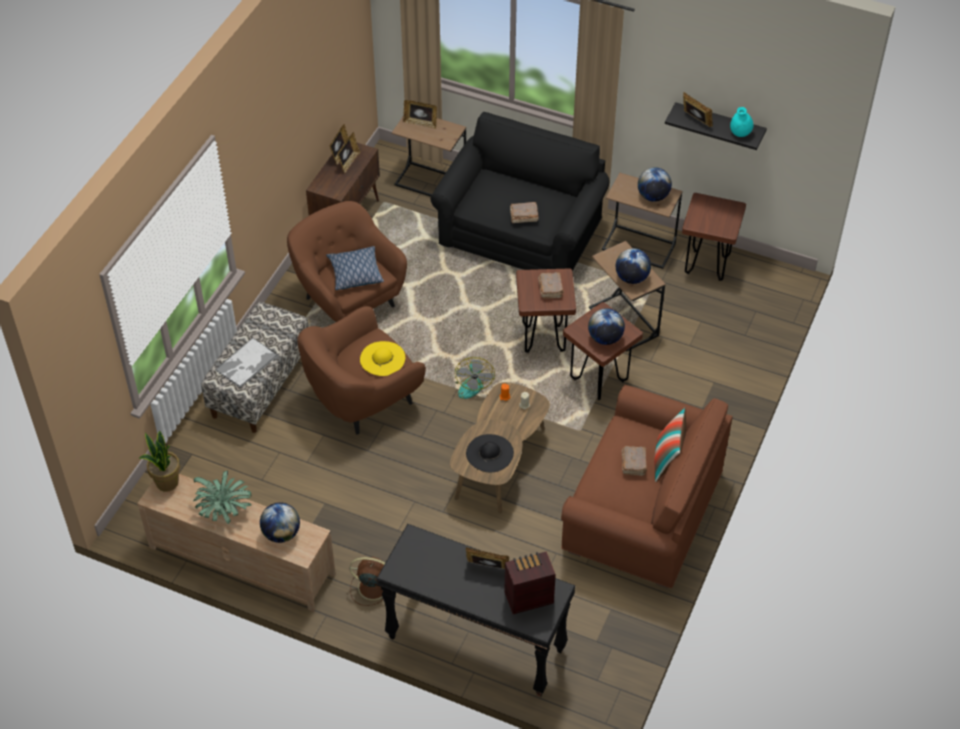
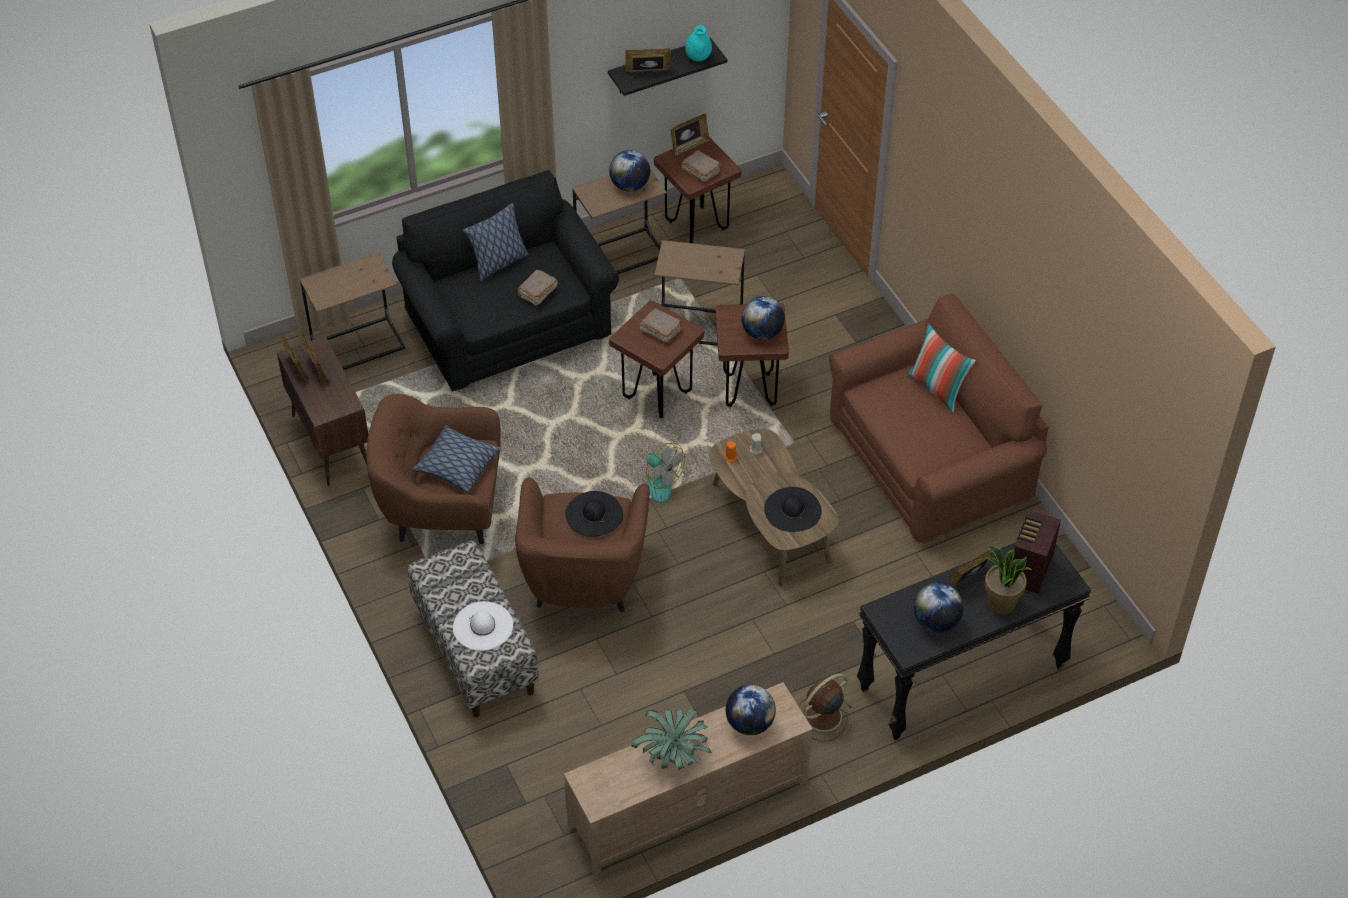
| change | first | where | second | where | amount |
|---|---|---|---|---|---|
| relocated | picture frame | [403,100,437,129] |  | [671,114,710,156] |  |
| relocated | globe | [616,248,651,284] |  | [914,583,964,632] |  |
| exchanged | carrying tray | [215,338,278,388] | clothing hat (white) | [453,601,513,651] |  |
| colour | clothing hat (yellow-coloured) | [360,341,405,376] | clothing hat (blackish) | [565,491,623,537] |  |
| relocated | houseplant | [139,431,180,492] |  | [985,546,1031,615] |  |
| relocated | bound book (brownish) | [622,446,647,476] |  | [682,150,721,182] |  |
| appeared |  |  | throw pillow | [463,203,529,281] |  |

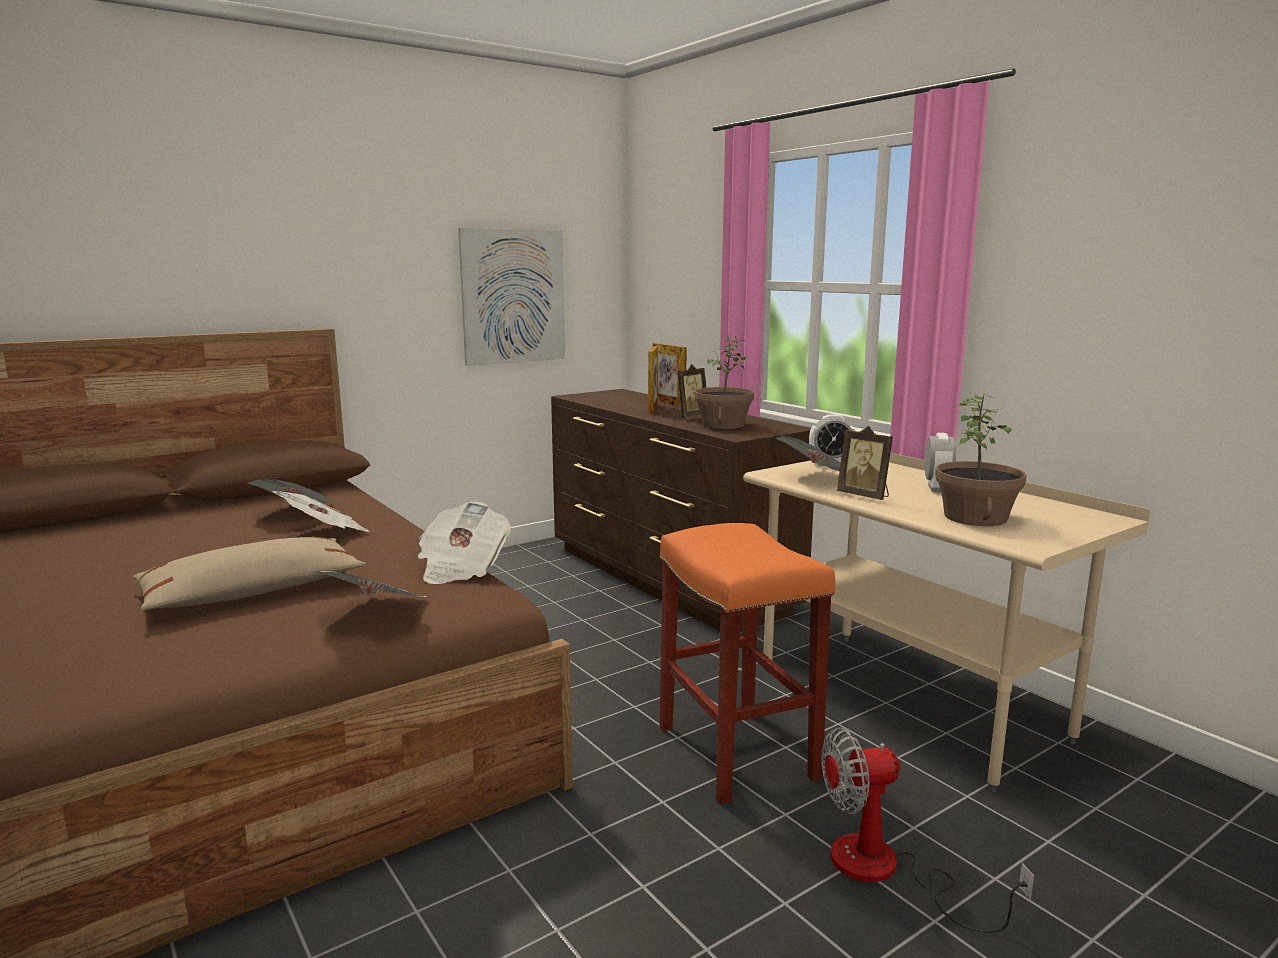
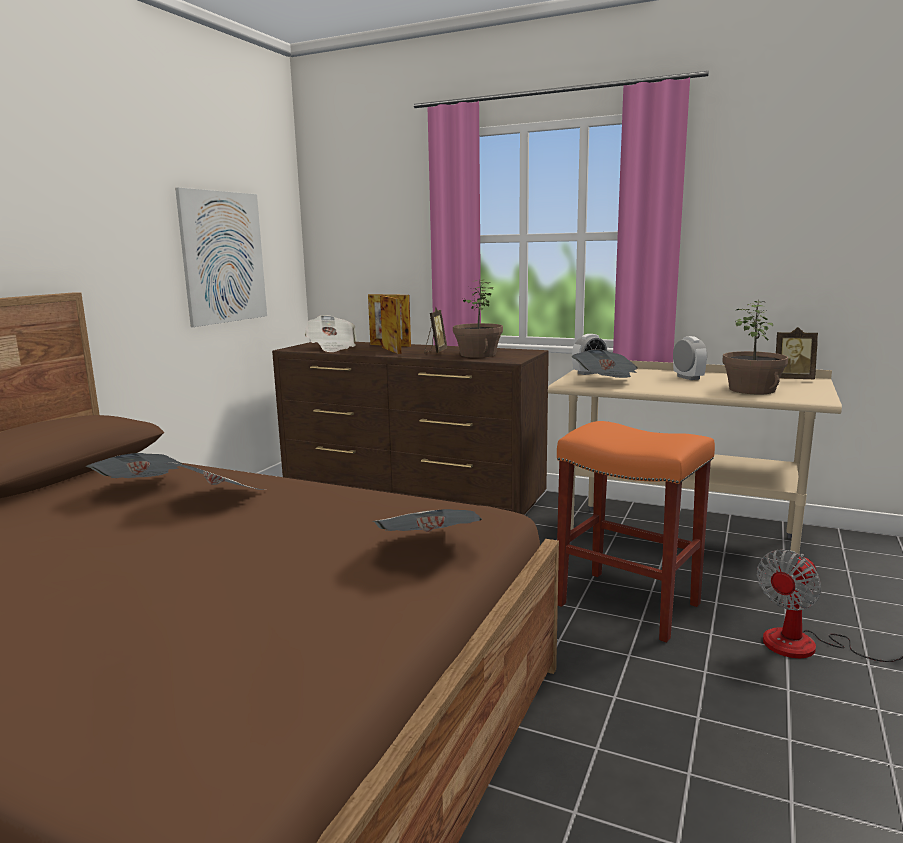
| change | first | where | second | where | amount |
|---|---|---|---|---|---|
| relocated | picture frame | [837,426,893,500] |  | [776,327,818,379] |  |
| relocated | printed paper | [418,502,511,584] |  | [305,315,356,352] |  |
| missing | throw pillow (sand-coloured) | [133,537,366,611] |  |  |  |

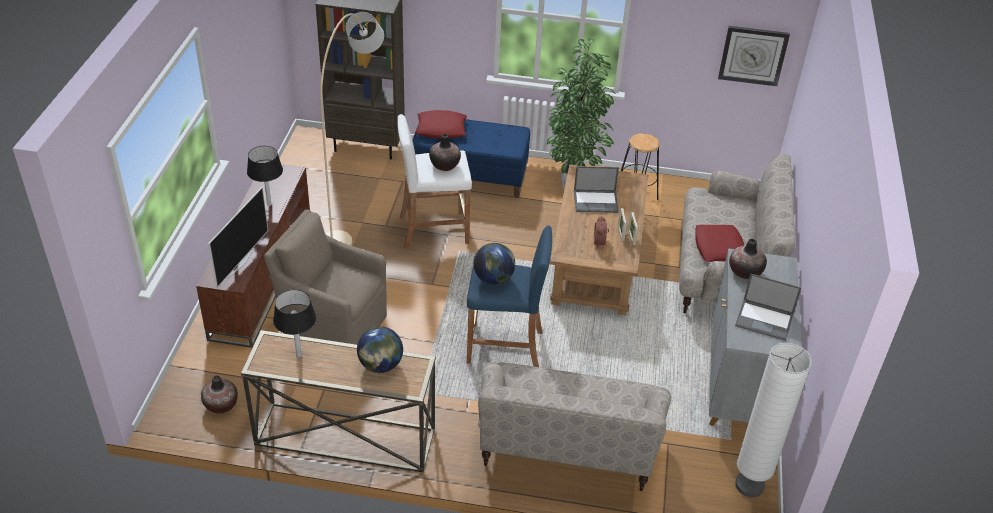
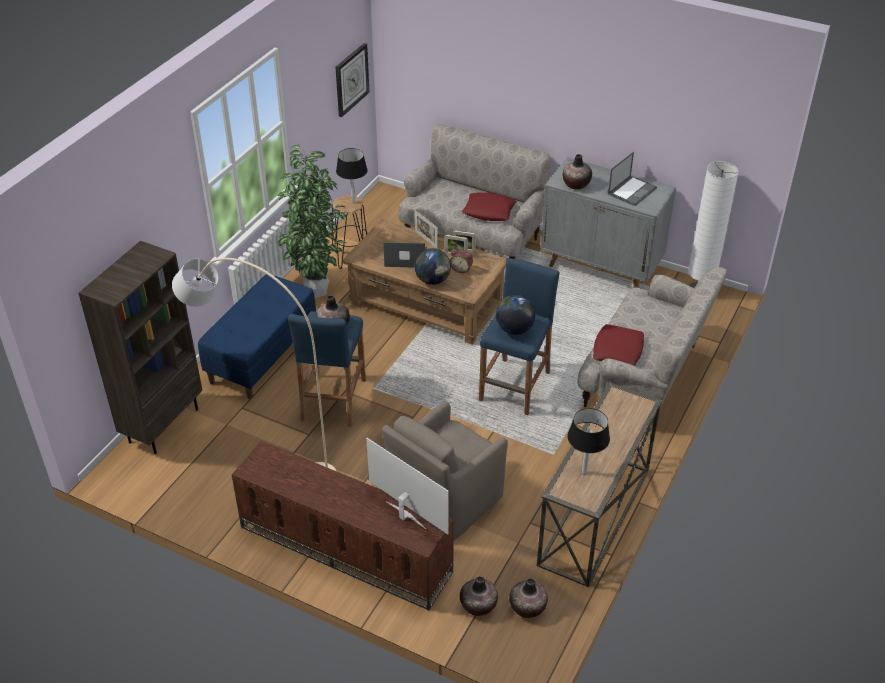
| change | first | where | second | where | amount |
|---|---|---|---|---|---|
| relocated | throw pillow (reddish) | [415,110,467,138] |  | [593,324,644,366] |  |
| colour | stool seat (white) | [397,114,472,248] | stool seat (blue-coloured) | [288,311,366,427] |  |
| relocated | lamp for a table (blackish) | [247,146,283,206] |  | [336,148,368,204] |  |
| spun | portable computer | [574,166,619,213] |  | [383,242,427,268] | 105 degrees counterclockwise |
| relocated | globe | [357,327,403,373] |  | [415,248,451,285] |  |
| appeared |  |  | picture frame | [415,211,438,249] |  |
| appeared |  |  | flower vase | [460,576,498,616] |  |

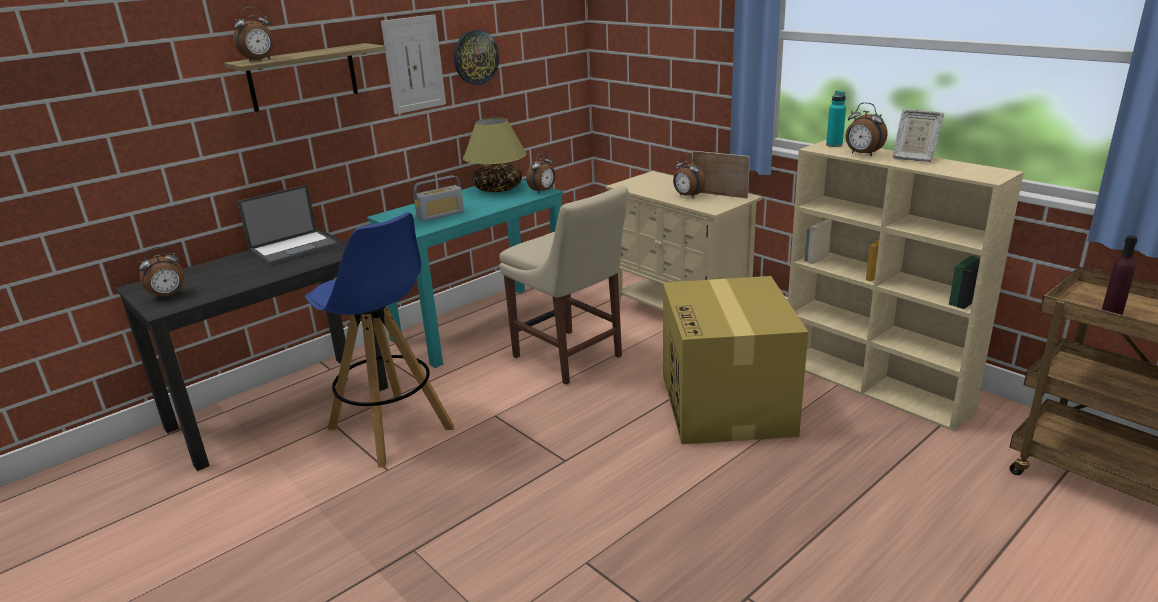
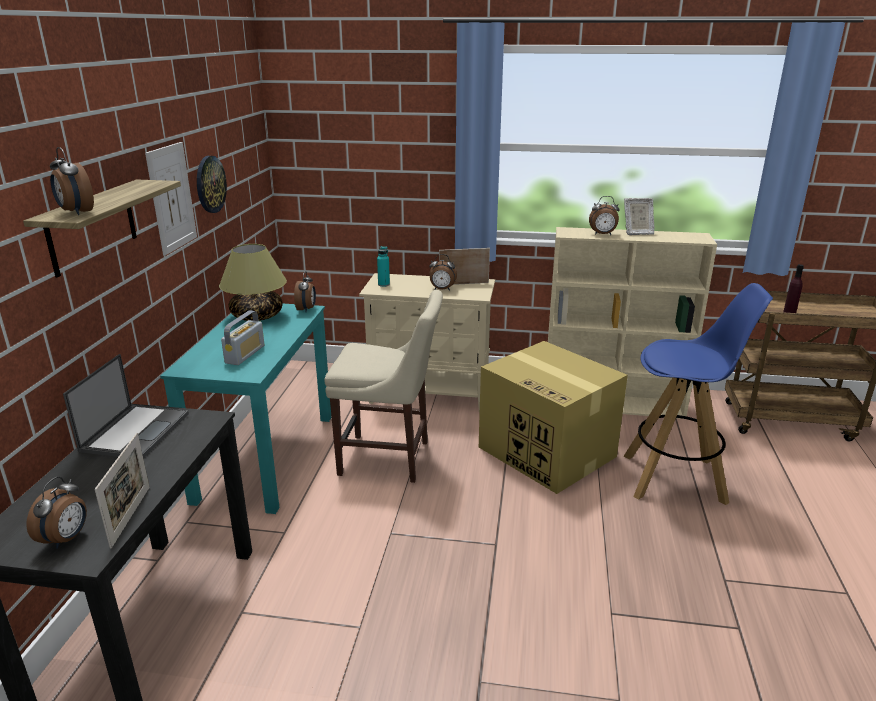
| change | first | where | second | where | amount |
|---|---|---|---|---|---|
| spun | alarm clock | [233,7,274,62] |  | [50,147,94,215] | 120 degrees clockwise |
| relocated | bottle (blue-green) | [826,91,846,147] |  | [377,246,390,287] |  |
| relocated | stool seat (blue-coloured) | [305,212,454,468] |  | [623,283,773,505] |  |
| appeared |  |  | picture frame | [95,433,150,548] |  |

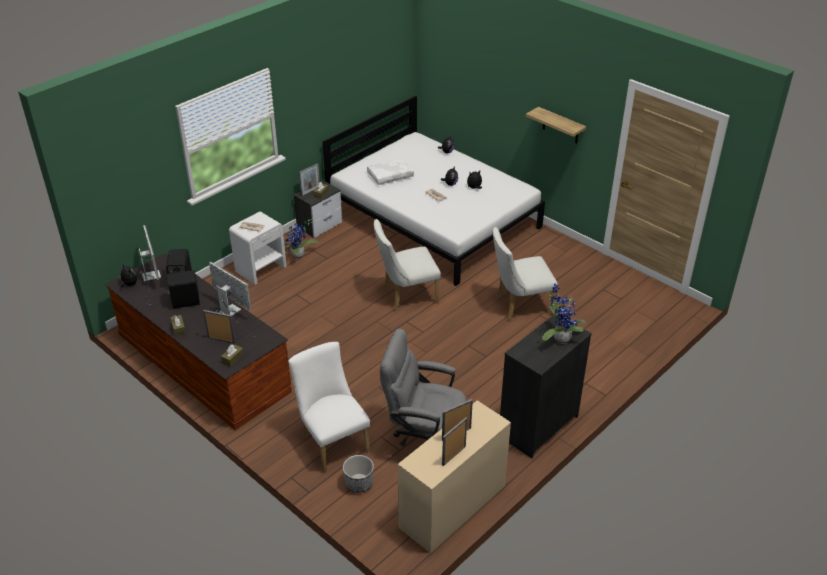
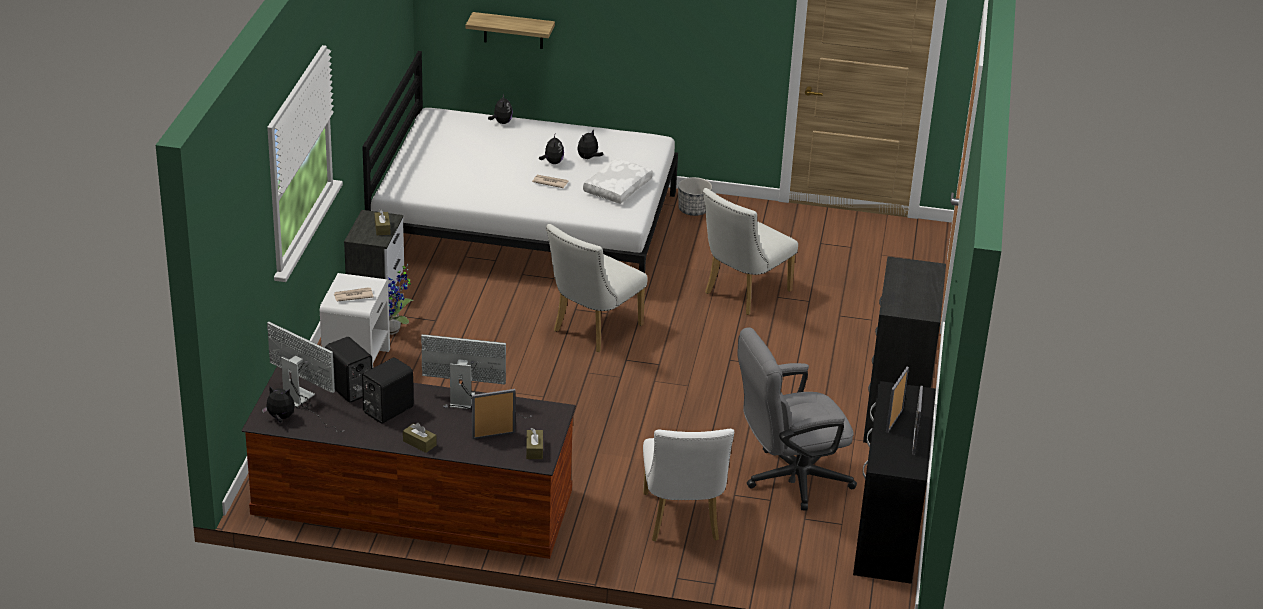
| change | first | where | second | where | amount |
|---|---|---|---|---|---|
| relocated | shelf | [526,107,586,144] |  | [466,12,555,49] |  |
| relocated | throw pillow (white) | [367,158,414,185] |  | [583,158,653,204] |  |
| missing | picture frame | [299,163,320,196] |  |  |  |
| missing | houseplant | [542,283,586,344] |  |  |  |
| spun | plain chair (white) | [288,342,370,472] |  | [643,429,734,541] | 120 degrees counterclockwise |
| colour | desk (sand-coloured) | [398,400,511,553] | desk (blackish) | [853,381,936,584] |  |
| relocated | plant pot | [343,455,374,493] |  | [678,177,712,216] |  |

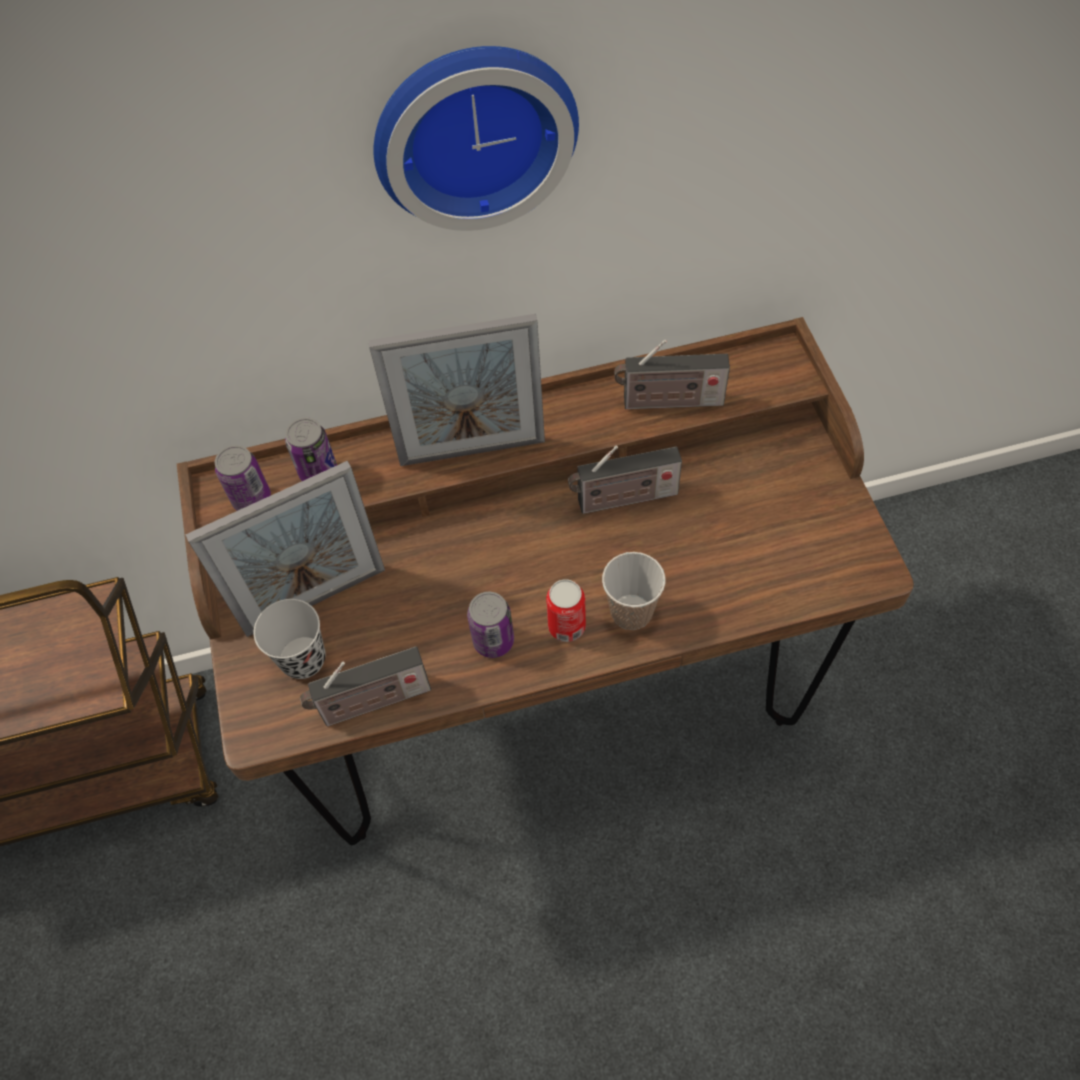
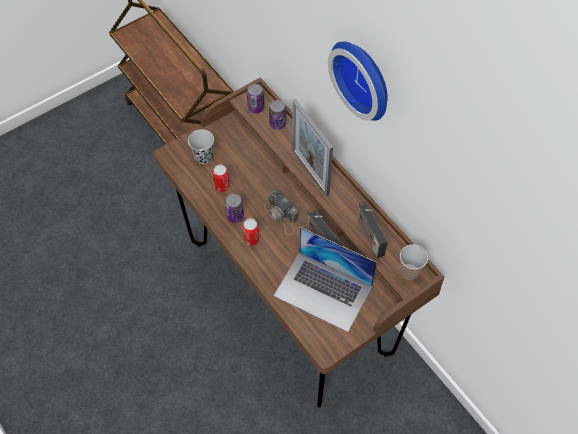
| change | first | where | second | where | amount |
|---|---|---|---|---|---|
| missing | picture frame | [185,461,385,637] |  |  |  |
| relocated | drinking cup | [602,552,665,630] |  | [400,244,428,280] |  |
| missing | radio receiver | [300,646,431,726] |  |  |  |
| appeared |  |  | can | [212,165,230,192] |  |
| appeared |  |  | still camera | [264,191,298,235] |  |
| appeared |  |  | portable computer | [274,227,377,332] |  |

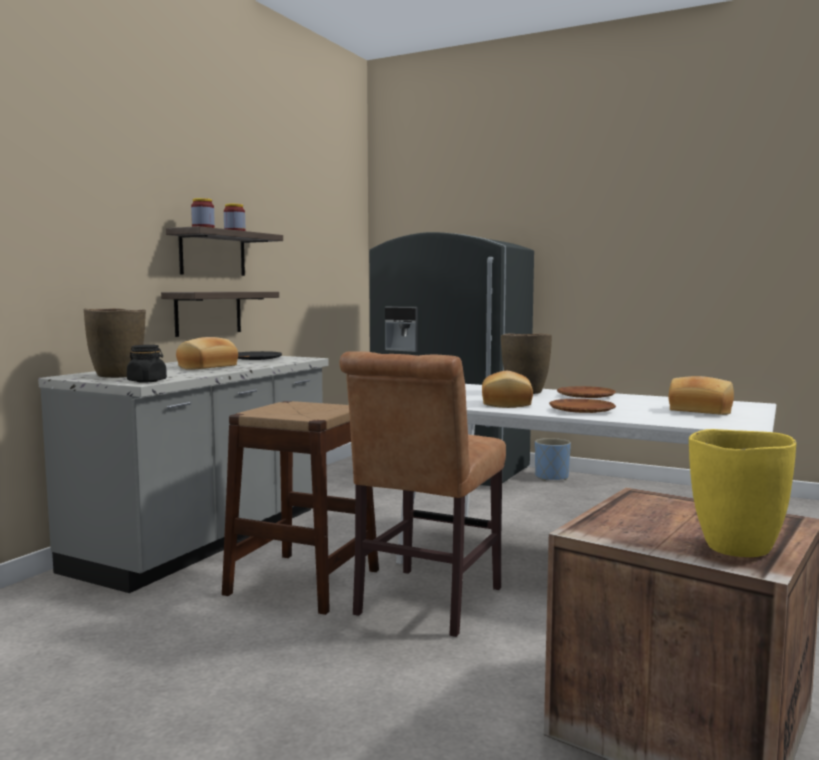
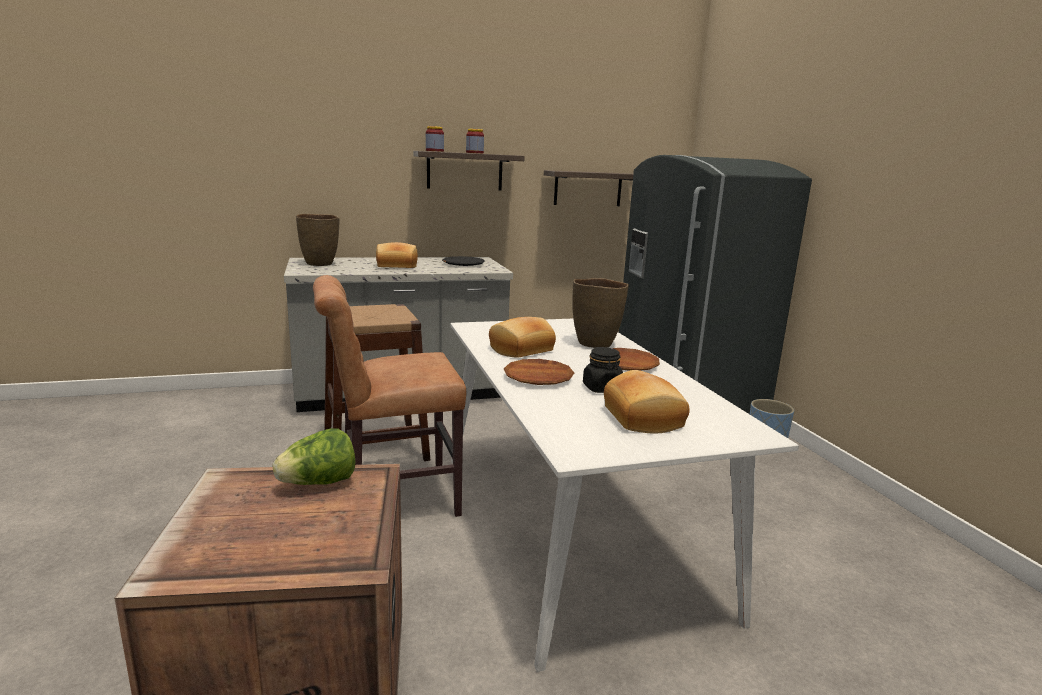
| change | first | where | second | where | amount |
|---|---|---|---|---|---|
| relocated | shelf | [161,292,279,337] |  | [544,170,633,206] |  |
| relocated | storage jar (blackish) | [127,345,167,382] |  | [583,347,623,393] |  |
| missing | flower vase (yellow-coloured) | [689,429,796,557] |  |  |  |
| appeared |  |  | lettuce | [273,428,355,485] |  |

